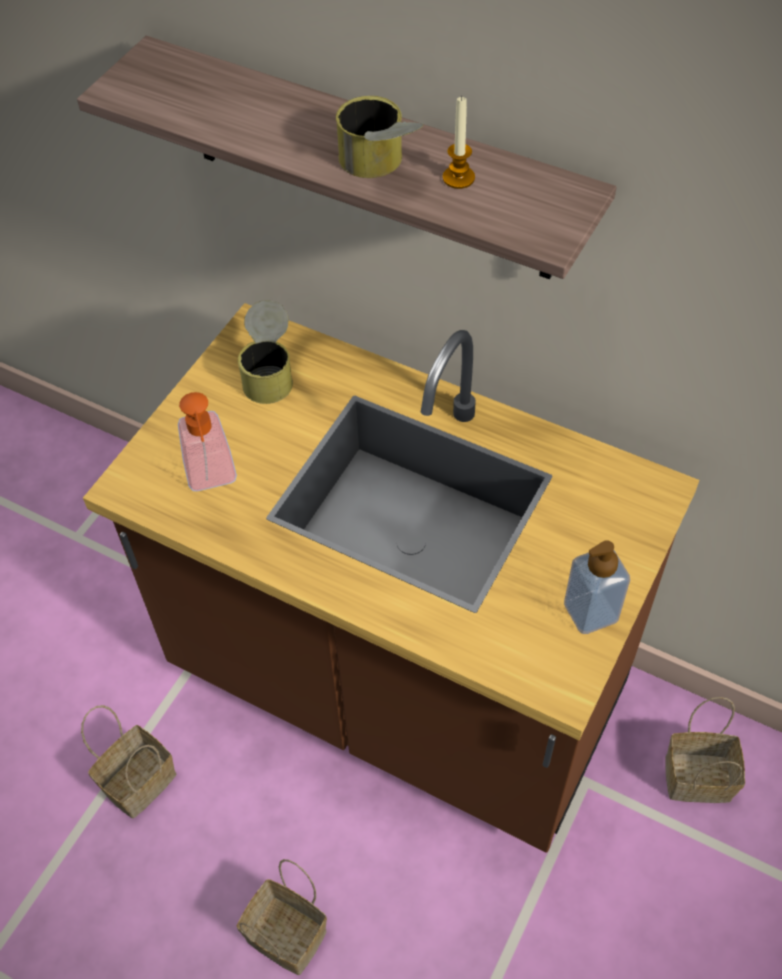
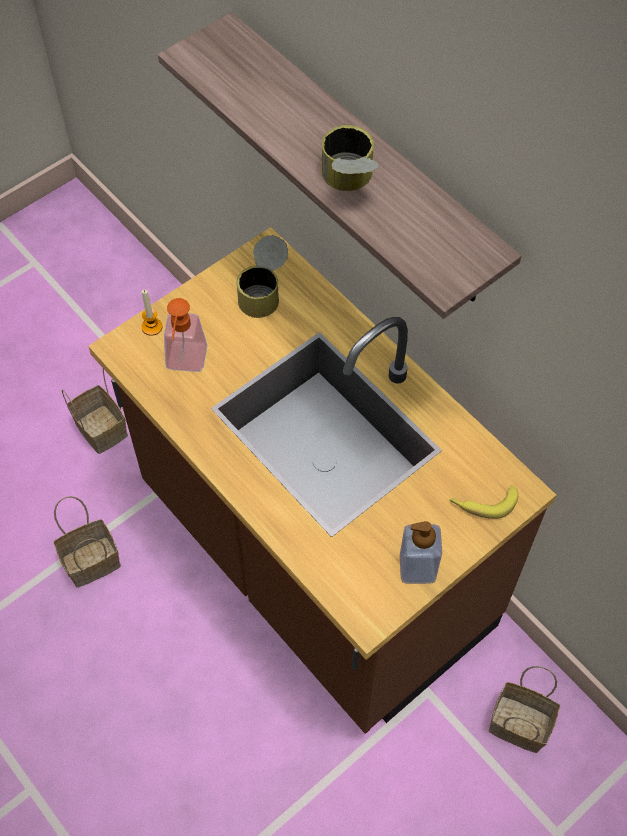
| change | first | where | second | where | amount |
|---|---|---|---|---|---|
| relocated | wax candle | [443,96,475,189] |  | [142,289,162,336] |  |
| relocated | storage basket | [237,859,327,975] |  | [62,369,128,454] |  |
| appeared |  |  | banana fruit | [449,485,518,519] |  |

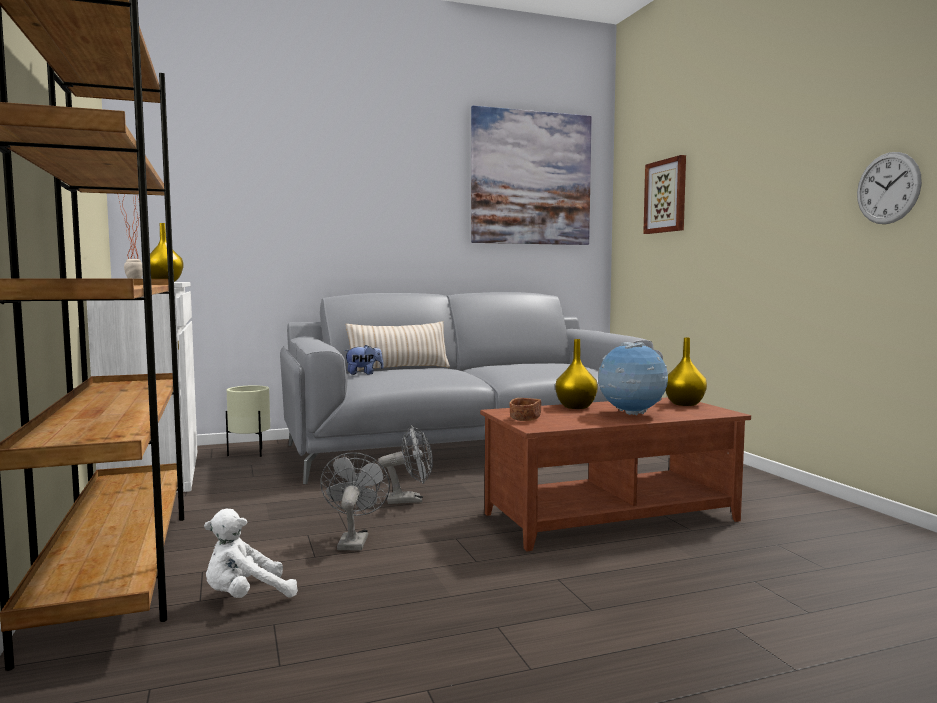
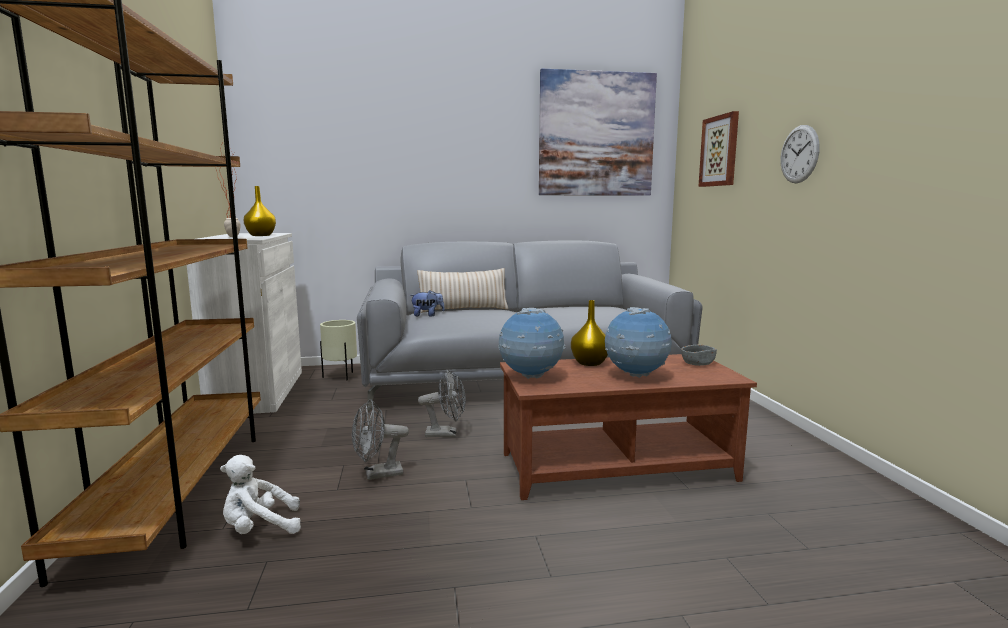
| change | first | where | second | where | amount |
|---|---|---|---|---|---|
| relocated | clock on the wall | [857,152,922,224] |  | [781,125,820,183] |  |
| exchanged | flower vase (yellow-coloured) | [665,338,707,406] | serving bowl (grey) | [681,345,717,366] |  |
| exchanged | serving bowl (brownish) | [509,398,541,421] | globe | [498,308,565,379] |  |
| spun | electric fan (grey) | [320,452,390,550] |  | [352,399,409,480] | 120 degrees counterclockwise |

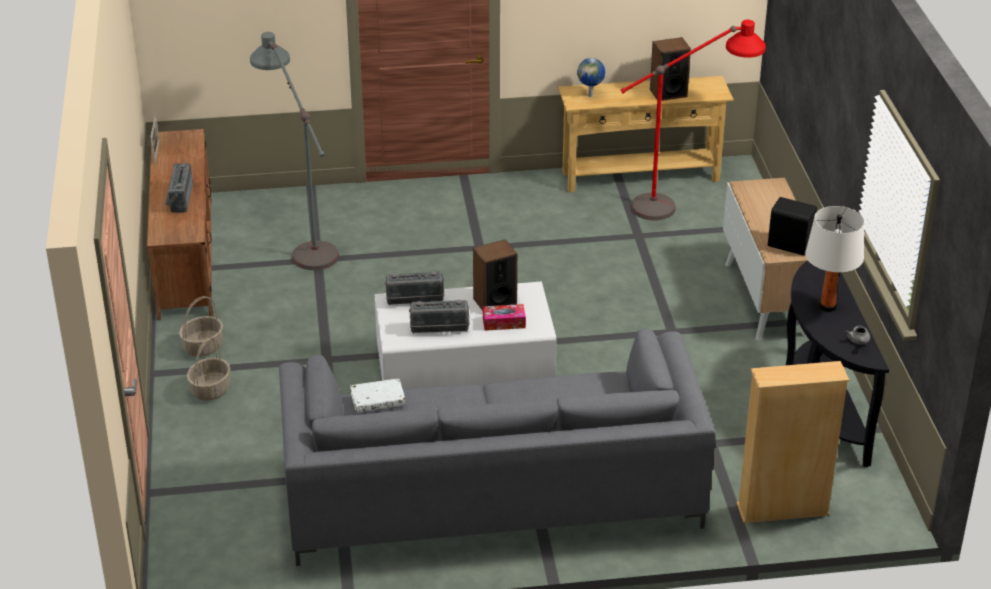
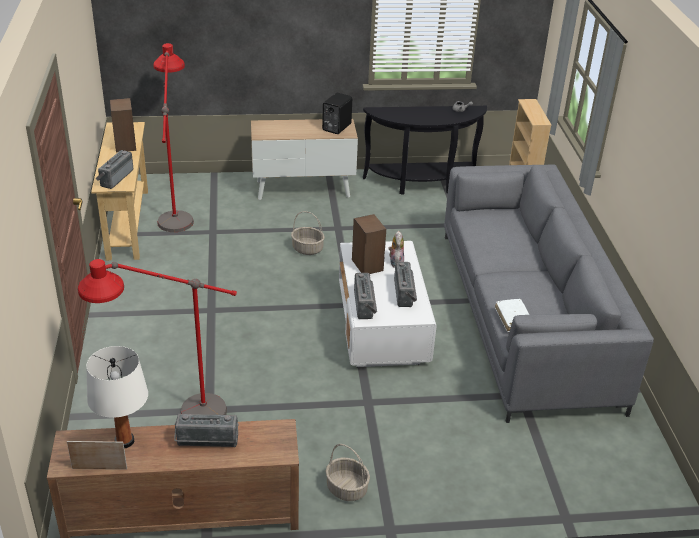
| change | first | where | second | where | amount |
|---|---|---|---|---|---|
| colour | floor lamp (grey) | [250,32,339,270] | floor lamp (reddish) | [78,259,237,415] |  |
| exchanged | globe | [577,58,605,97] | radio receiver | [96,150,133,189] |  |
| relocated | lamp for a table (white) | [805,206,864,312] |  | [86,346,148,448] |  |
| exchanged | box of tissues | [483,304,526,331] | plush toy | [388,231,404,268] |  |
| relocated | storage basket | [187,338,230,401] |  | [291,211,325,255] |  |

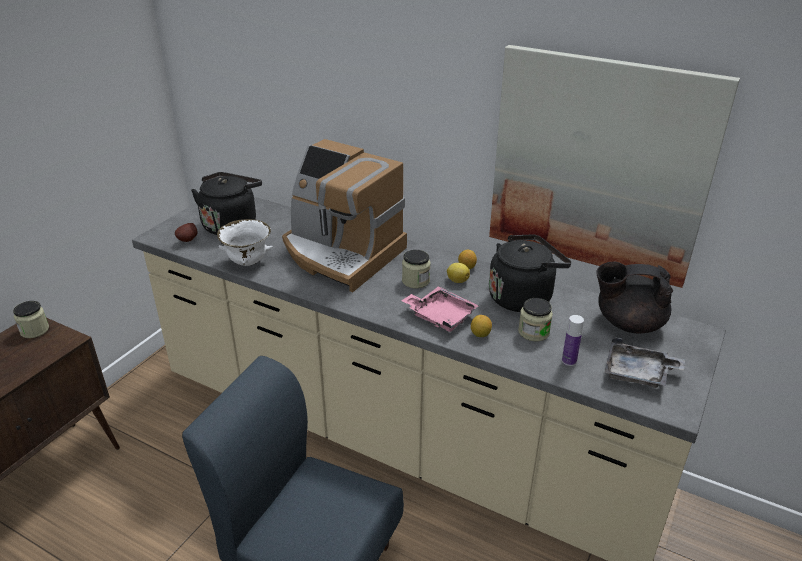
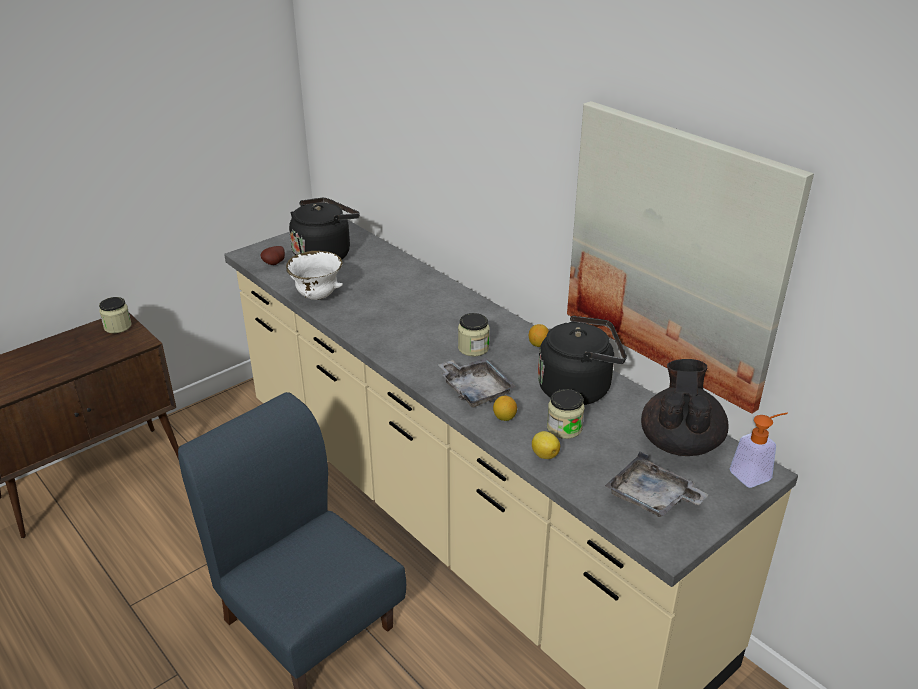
| change | first | where | second | where | amount |
|---|---|---|---|---|---|
| missing | coffee machine | [282,139,407,292] |  |  |  |
| spun | pot for tea (blackish) | [597,262,673,333] |  | [641,359,729,456] | 75 degrees clockwise |
| relocated | whole lemon | [447,263,470,283] |  | [532,431,560,459] |  |
| colour | carrying tray (pink-coloured) | [401,286,478,332] | carrying tray (grey) | [438,358,516,408] |  |
| missing | bottle | [562,315,584,366] |  |  |  |
| appeared |  |  | soap bottle | [730,413,788,488] |  |

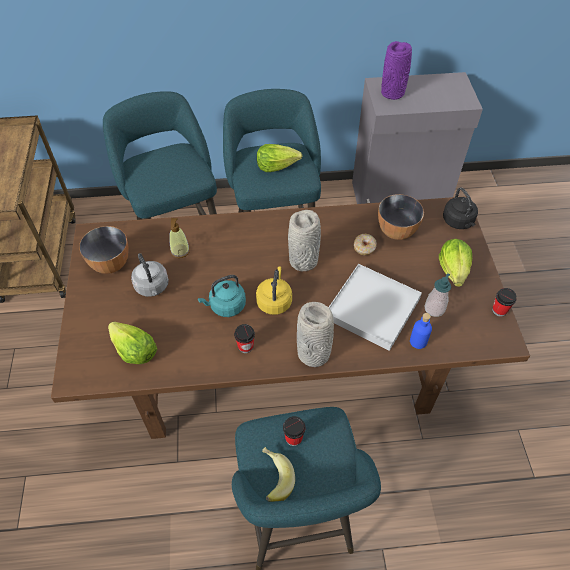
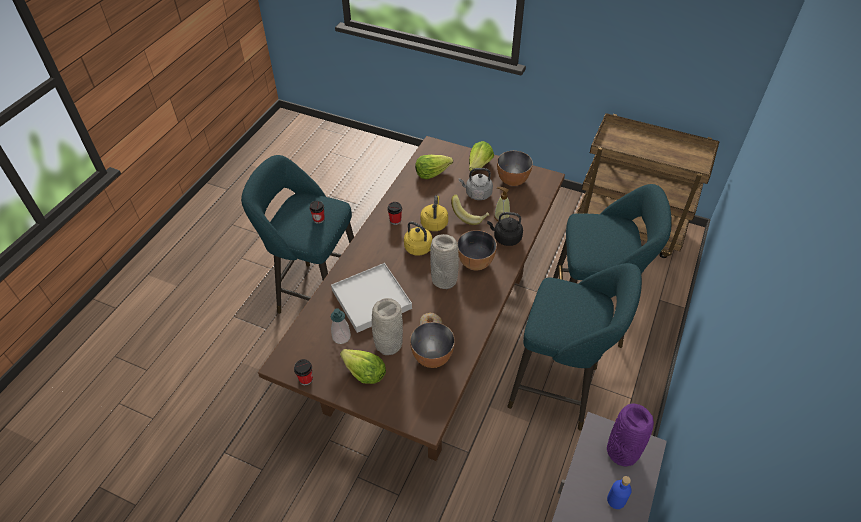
| change | first | where | second | where | amount |
|---|---|---|---|---|---|
| relocated | lettuce | [257,144,302,172] |  | [469,141,494,172] |  |
| relocated | tea kettle (blackish) | [443,188,478,229] |  | [487,212,523,246] |  |
| colour | tea kettle (blue-green) | [198,275,246,317] | tea kettle (yellow-coloured) | [420,195,448,231] |  |
| relocated | flower vase (grey) | [297,302,334,367] |  | [372,298,403,355] |  |
| relocated | bottle (blue-coloured) | [410,313,432,349] |  | [607,476,632,509] |  |
| relocated | banana fruit | [262,447,295,502] |  | [451,195,489,225] |  |
| appeared |  |  | serving bowl | [457,230,497,270] |  |

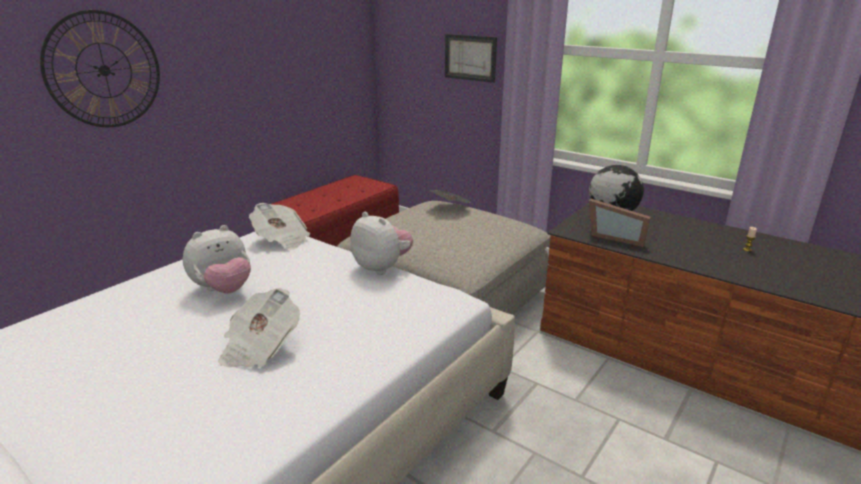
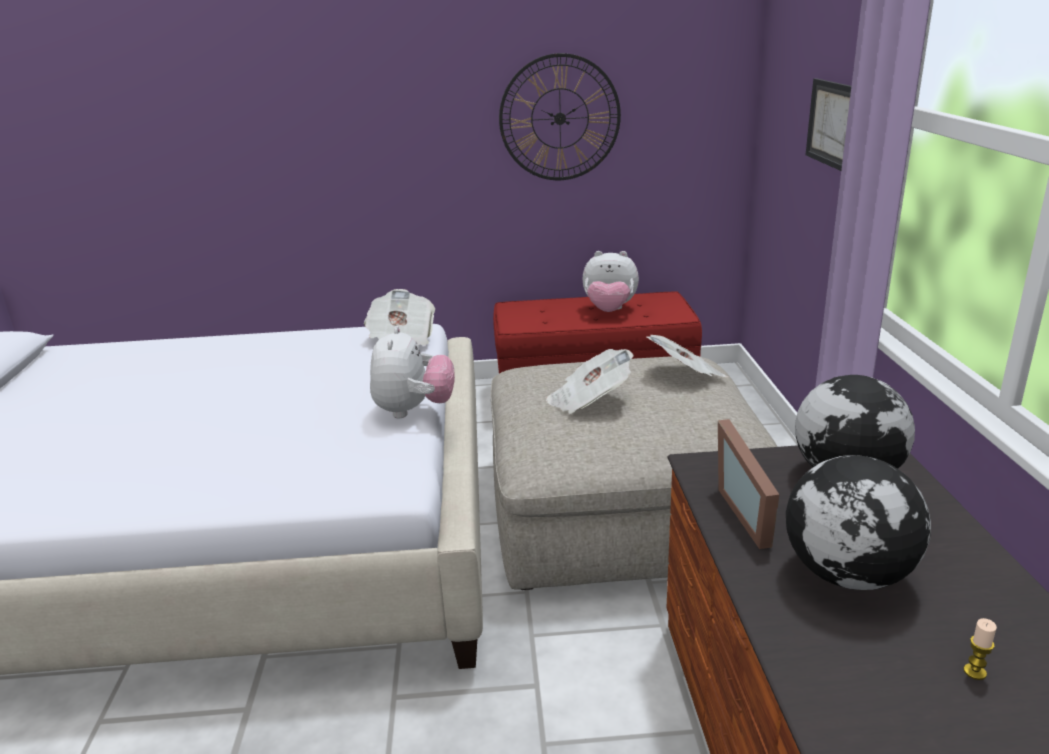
| change | first | where | second | where | amount |
|---|---|---|---|---|---|
| relocated | clock on the wall | [40,10,160,127] |  | [499,53,621,180] |  |
| relocated | plush toy | [183,225,251,293] |  | [582,251,639,312] |  |
| relocated | printed paper | [218,288,300,367] |  | [546,349,634,414] |  |
| appeared |  |  | globe | [786,455,931,590] |  |

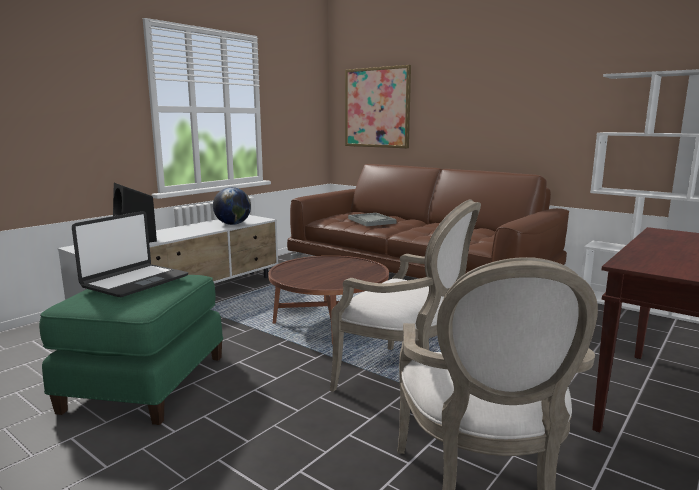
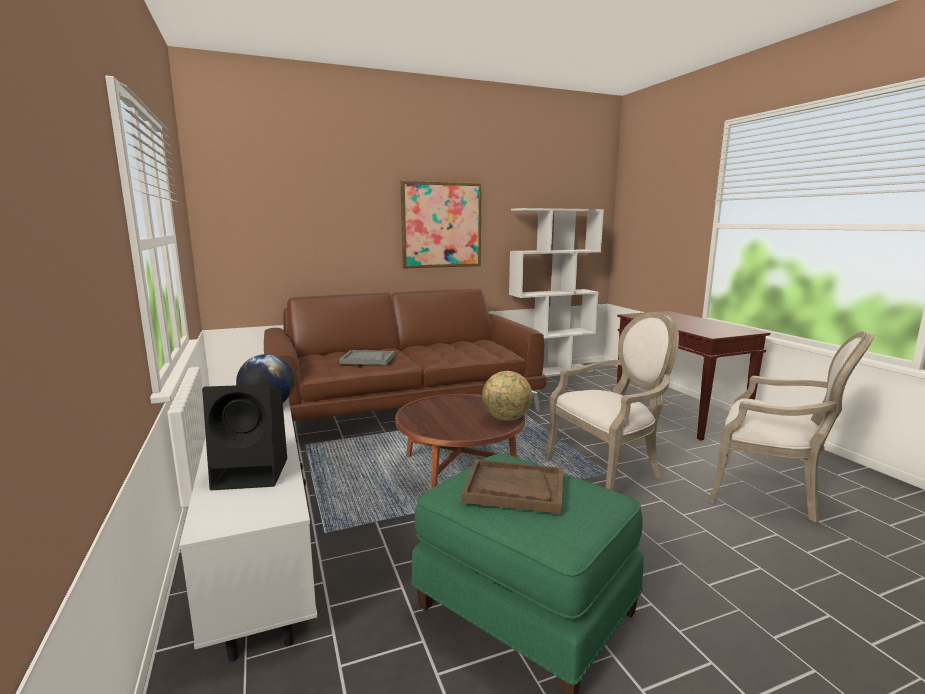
| change | first | where | second | where | amount |
|---|---|---|---|---|---|
| relocated | wall picture | [345,65,411,148] |  | [401,181,482,268] |  |
| exchanged | portable computer | [72,211,188,297] | carrying tray (brownish) | [461,459,563,514] |  |
| appeared |  |  | globe | [482,371,532,421] |  |

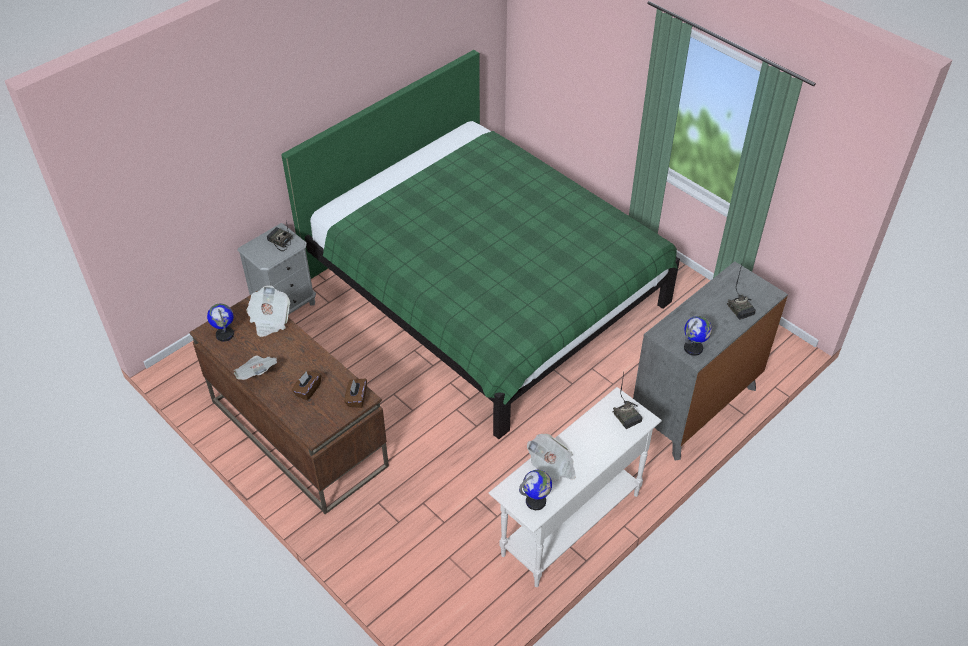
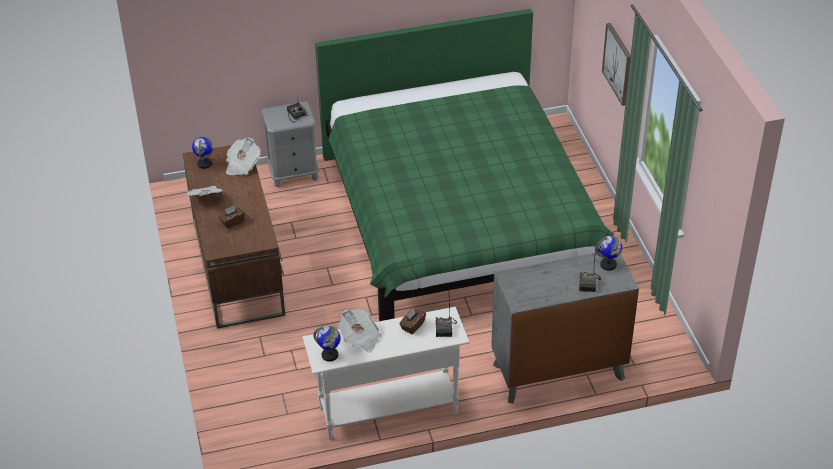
| change | first | where | second | where | amount |
|---|---|---|---|---|---|
| relocated | globe | [684,316,712,356] |  | [596,236,622,271] |  |
| relocated | box of tissues (brownish) | [345,378,367,408] |  | [399,309,426,334] |  |
| appeared |  |  | wall picture | [602,23,631,106] |  |

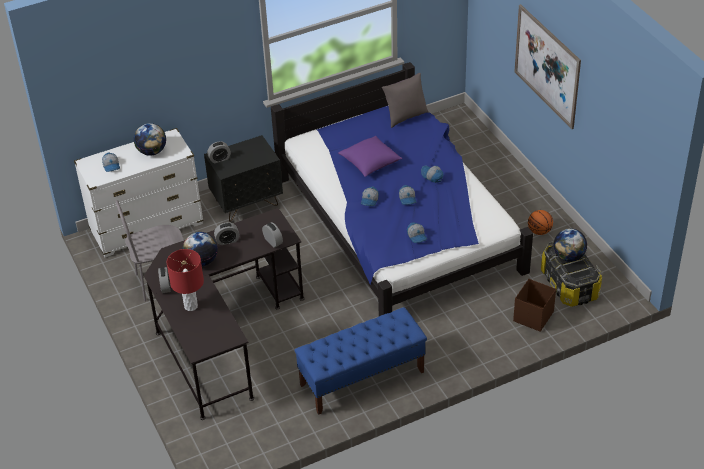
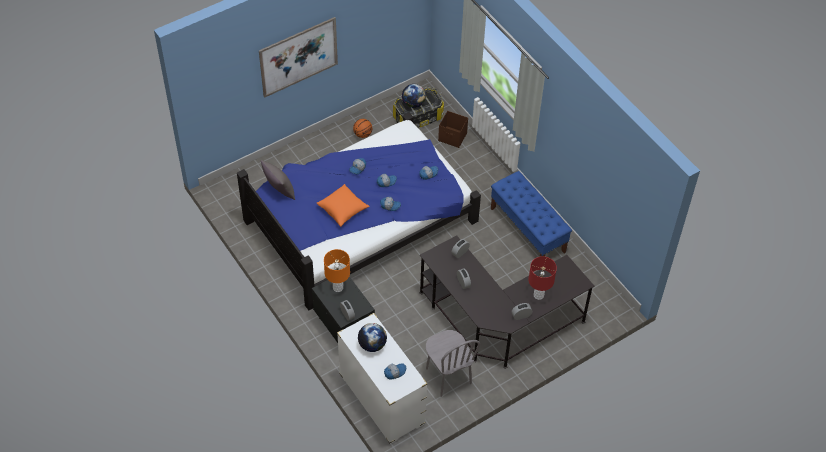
| change | first | where | second | where | amount |
|---|---|---|---|---|---|
| colour | throw pillow (purple-coloured) | [338,136,403,177] | throw pillow (orangey) | [316,184,370,227] |  |
| missing | globe | [183,232,218,266] |  |  |  |
| appeared |  |  | lamp for a table (orangey) | [324,249,350,292] |  |

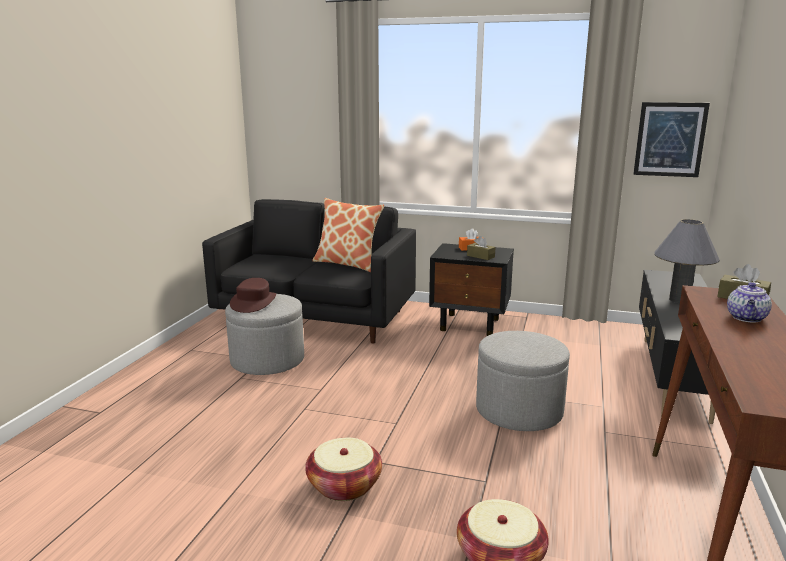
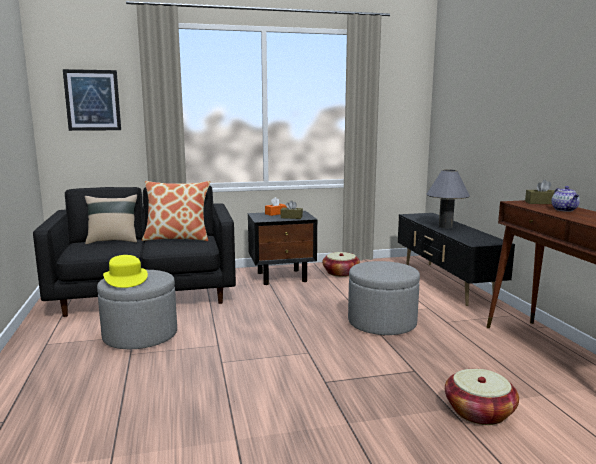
| change | first | where | second | where | amount |
|---|---|---|---|---|---|
| relocated | wall picture | [633,102,710,177] |  | [63,69,121,131] |  |
| colour | clothing hat (brownish) | [230,278,276,313] | clothing hat (yellow-coloured) | [103,255,148,288] |  |
| relocated | storage basket | [305,437,382,501] |  | [323,252,360,277] |  |
| appeared |  |  | throw pillow (sand-coloured) | [85,194,137,244] |  |

